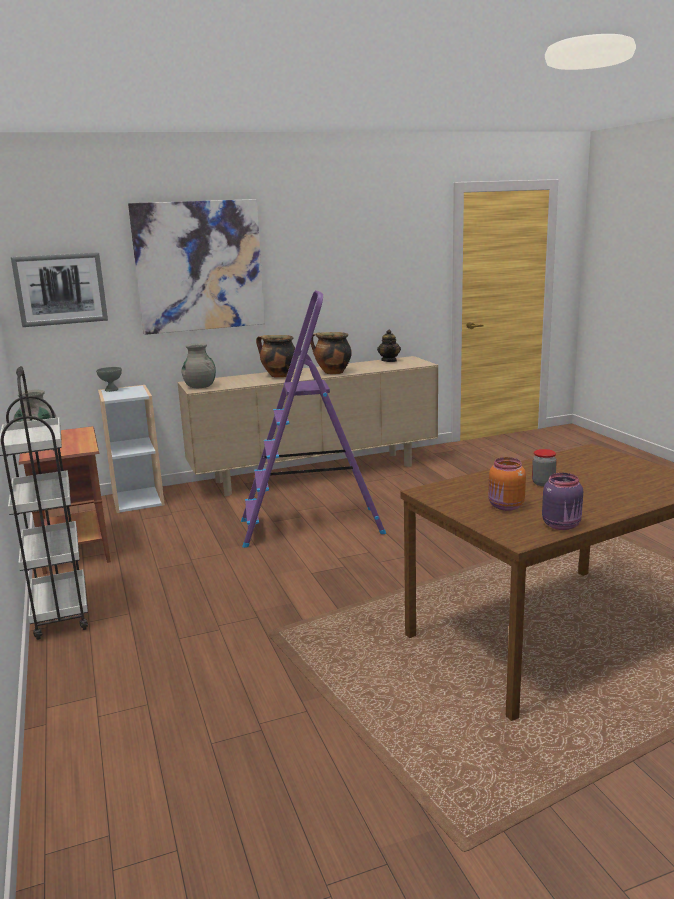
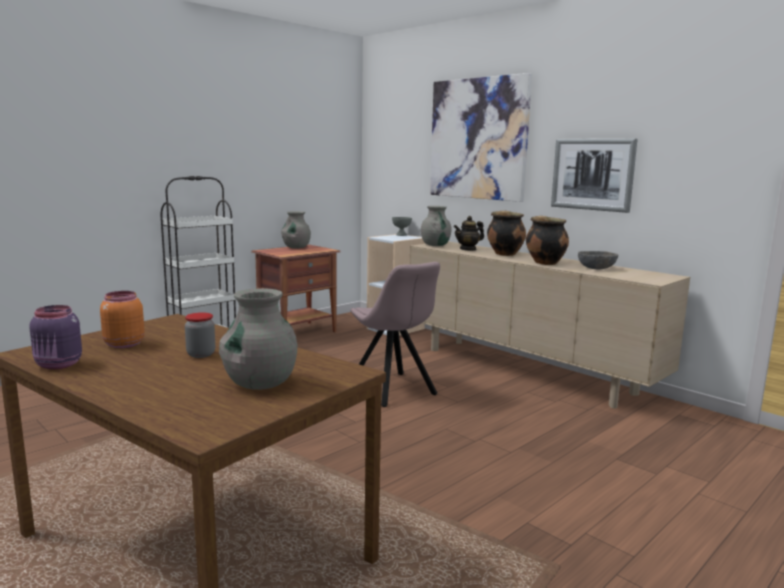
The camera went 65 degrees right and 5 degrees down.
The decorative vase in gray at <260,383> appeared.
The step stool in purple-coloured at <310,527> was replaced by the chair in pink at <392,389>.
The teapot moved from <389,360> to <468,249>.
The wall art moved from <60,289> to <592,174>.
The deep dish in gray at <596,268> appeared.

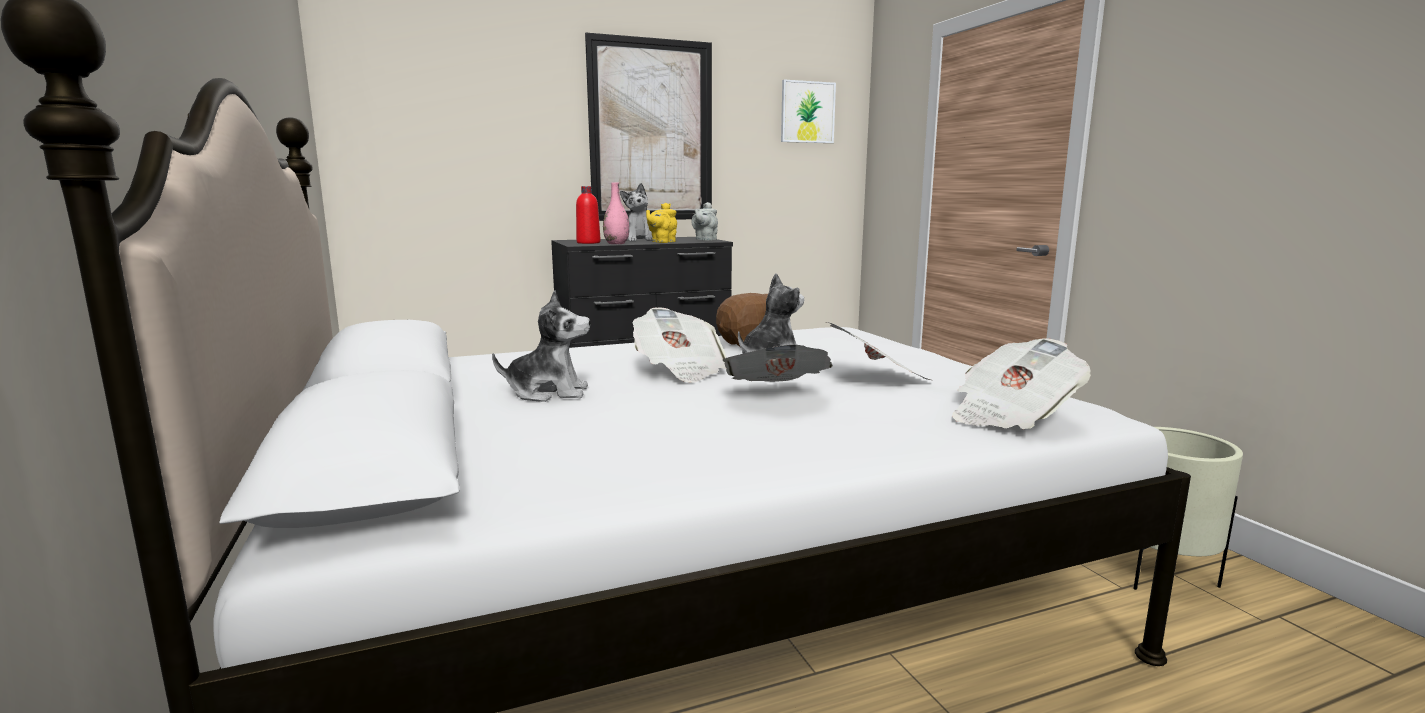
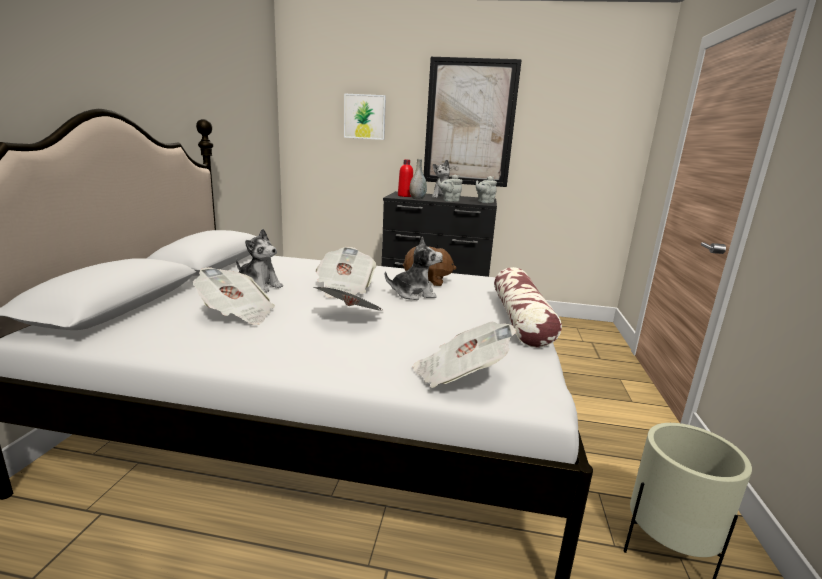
The camera went 30 degrees right and 5 degrees up.
The daily paper moved from <877,378> to <237,314>.
The wall art moved from <807,112> to <364,117>.
The decorative vase in pink at <616,243> became the decorative vase in gray at <417,198>.
The teapot in yellow-coloured at <662,242> became the teapot in gray at <449,200>.
The cushion at <521,320> appeared.

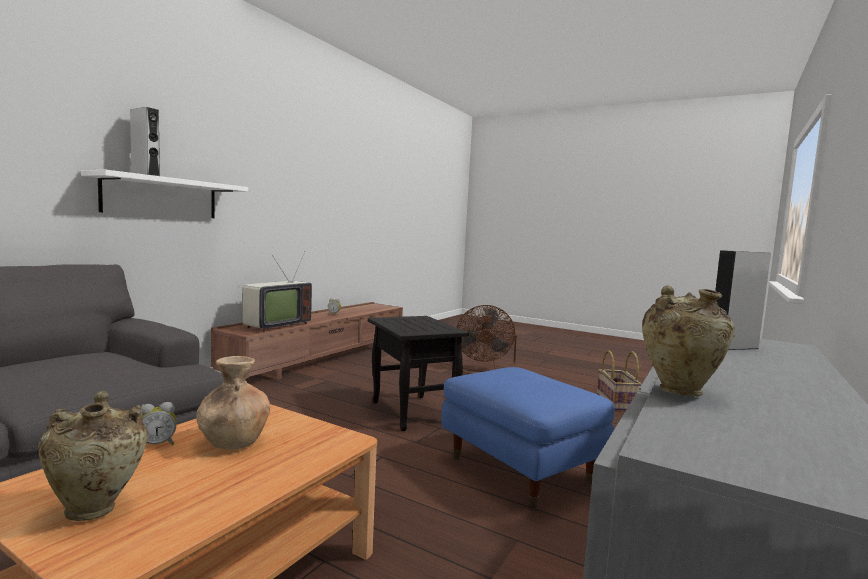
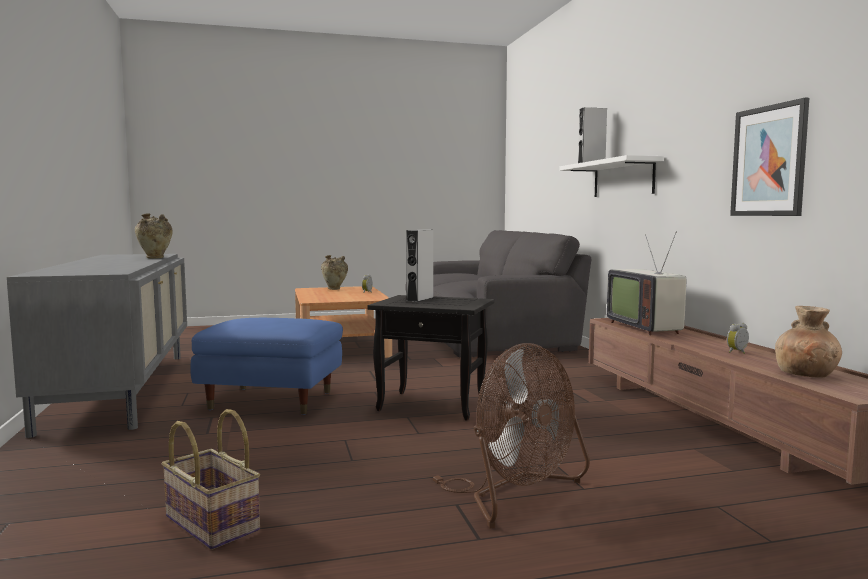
The camera went 135 degrees right and 0 degrees up.
The loudspeaker in gray moved from <733,347> to <420,299>.
The wall art at <769,161> appeared.
The decorative vase in brown-coloured moved from <234,441> to <806,374>.

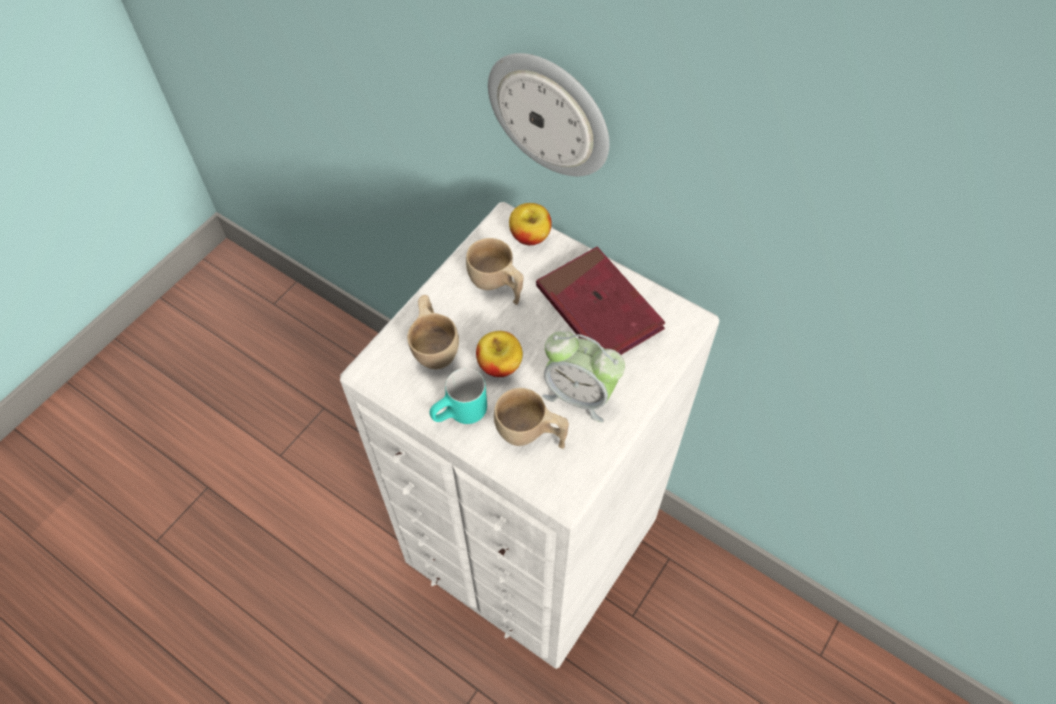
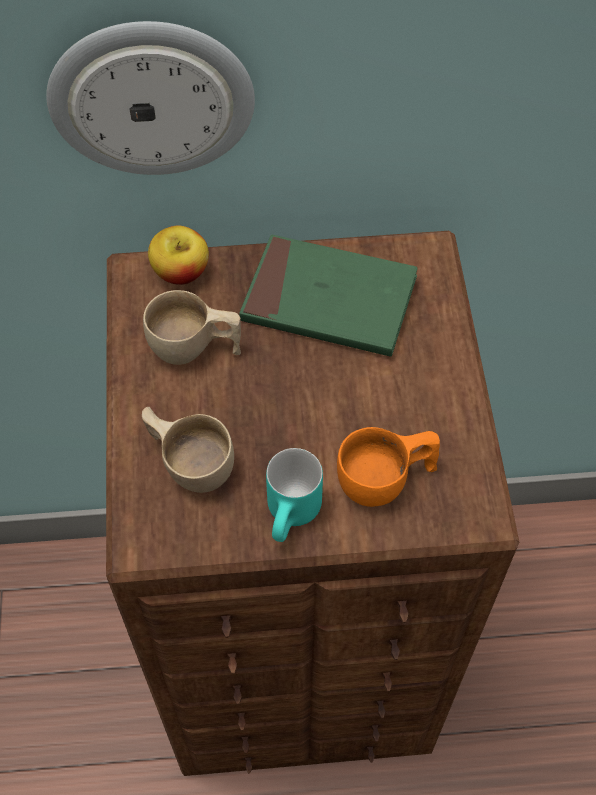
The camera went 40 degrees left and 0 degrees up.
The chest of drawers in white at <532,542> became the chest of drawers in brown-coloured at <298,646>.
The volume in red-coloured at <599,309> became the volume in green at <329,301>.
The drinking cup in beige at <530,434> became the drinking cup in orange-coloured at <386,481>.
The apple fruit at <499,365> disappeared.
The bedside clock at <579,395> disappeared.

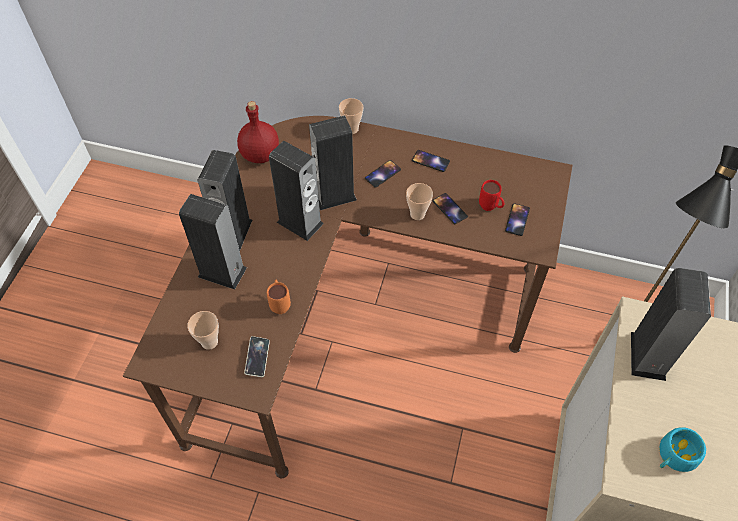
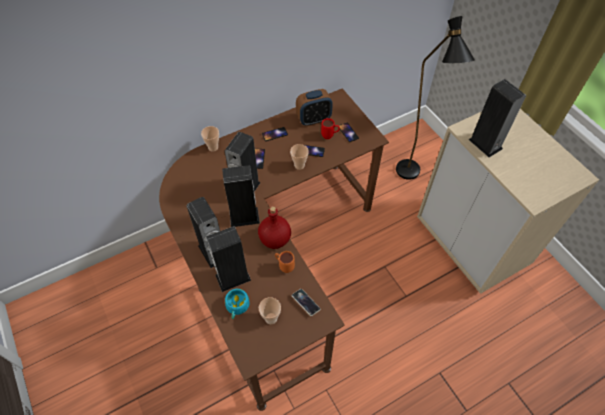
The camera went 45 degrees left and 0 degrees up.
The drinking cup in blue-green moved from <674,456> to <237,307>.
The bottle in red-coloured moved from <261,155> to <275,239>.
The bedside clock at <313,119> appeared.

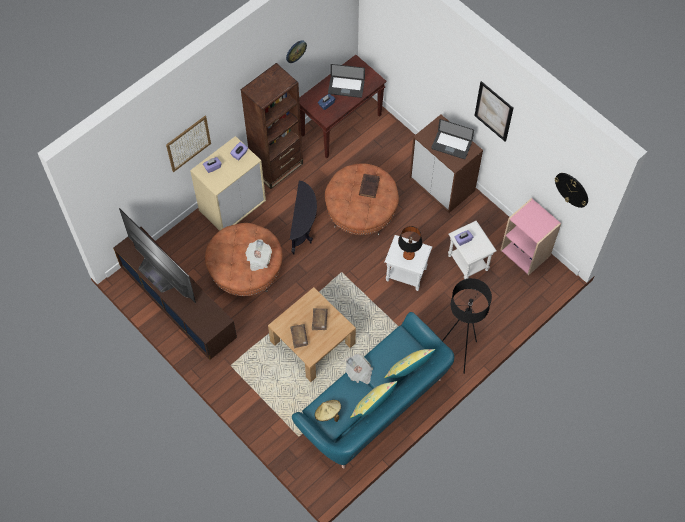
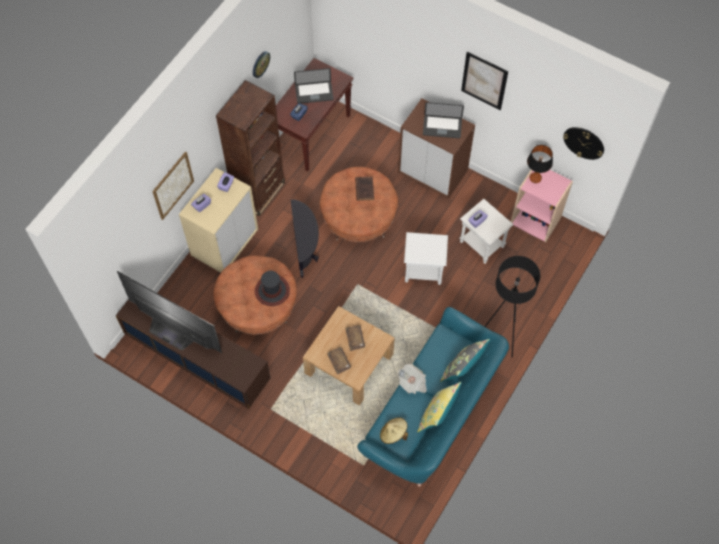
The camera went 15 degrees left and 0 degrees up.
The daily paper at <258,259> was replaced by the hat at <272,291>.
The cushion in yellow-coloured at <408,371> became the cushion in gray at <462,369>.
The table lamp moved from <408,255> to <535,178>.

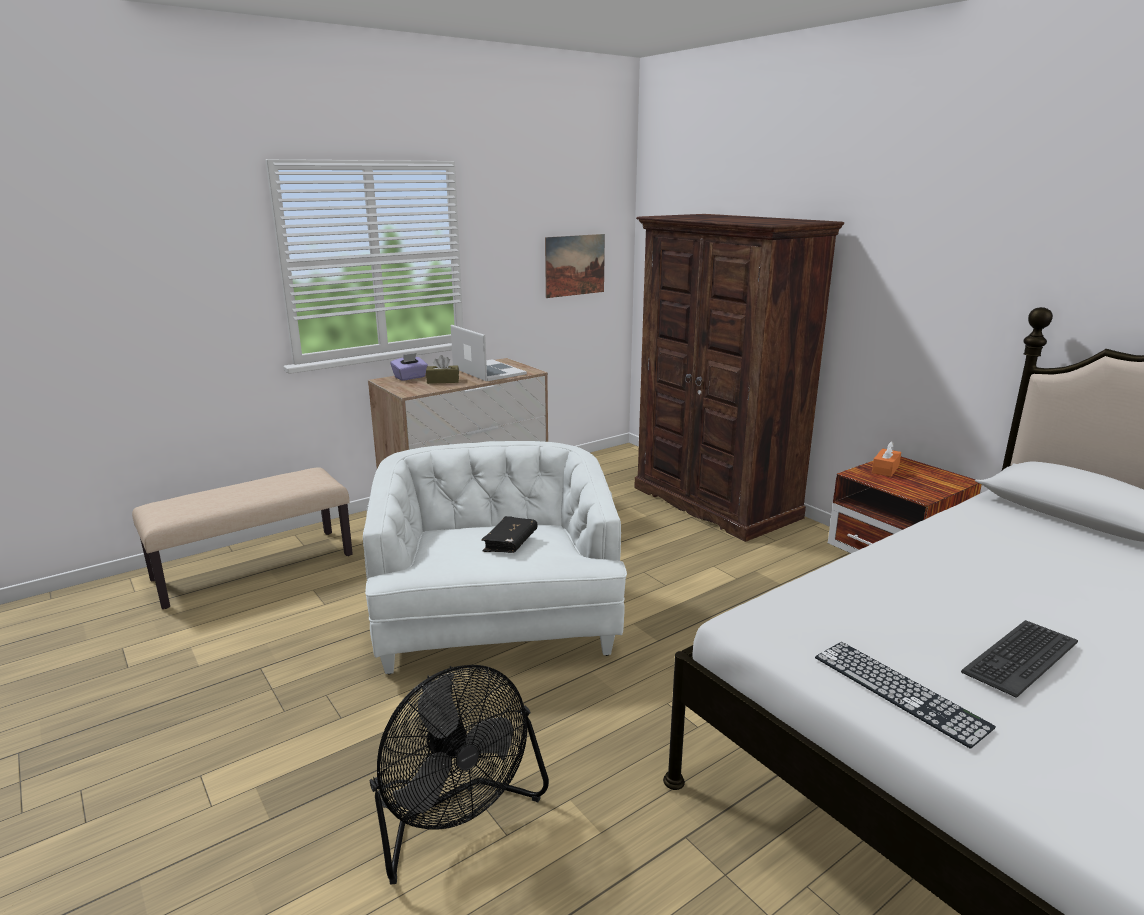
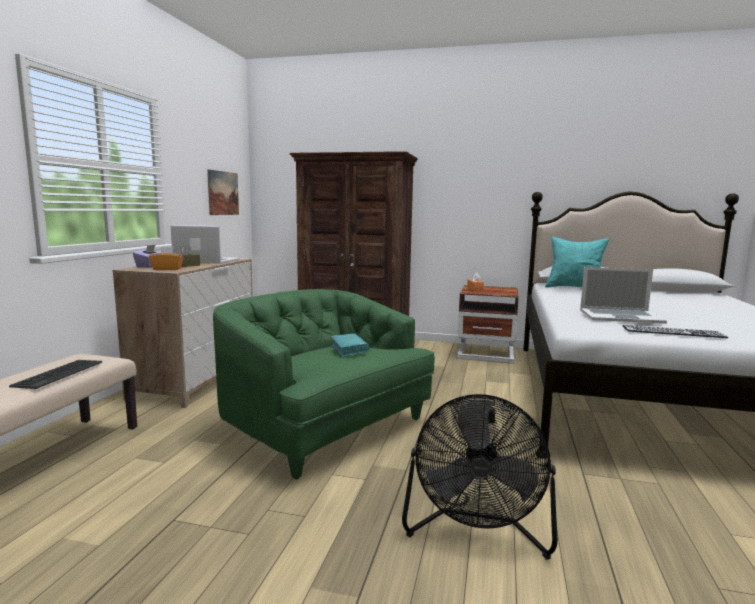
The camera went 40 degrees left and 10 degrees down.
The computer keyboard moved from <1019,657> to <58,374>.
The tissue box in orange-coloured at <167,269> appeared.
The easy chair in white at <497,623> became the easy chair in green at <325,427>.
The volume in black-coloured at <510,542> became the volume in blue-green at <349,350>.
The electric fan in black-coloured at <447,819> turned 90 degrees clockwise.
The cushion in blue-green at <574,288> appeared.
The notebook computer at <620,316> appeared.

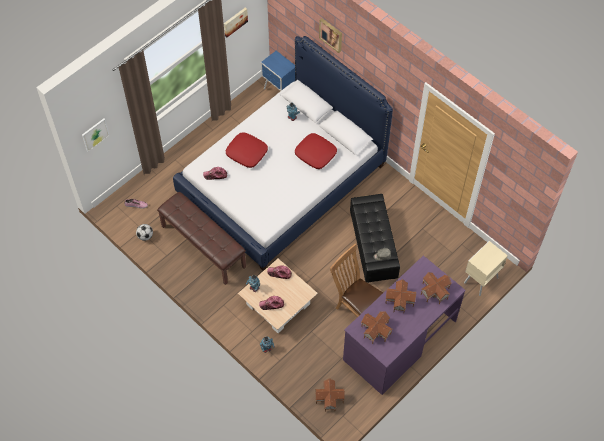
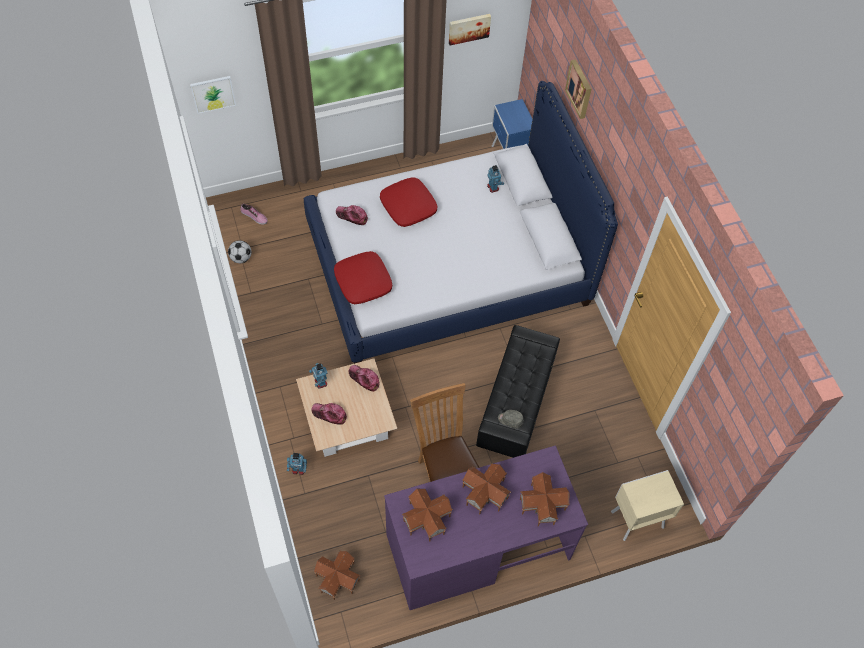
The camera went 25 degrees right and 0 degrees up.
The cushion in red-coloured moved from <315,154> to <363,282>.
The long seat in brown-coloured at <204,246> disappeared.

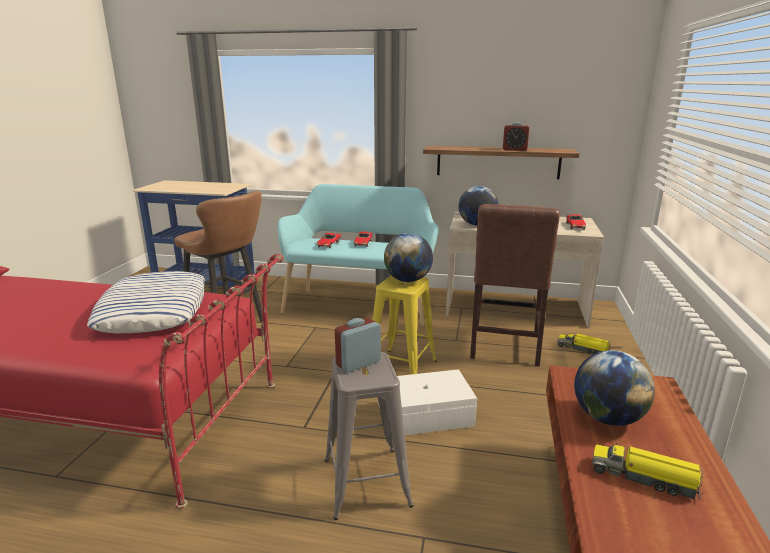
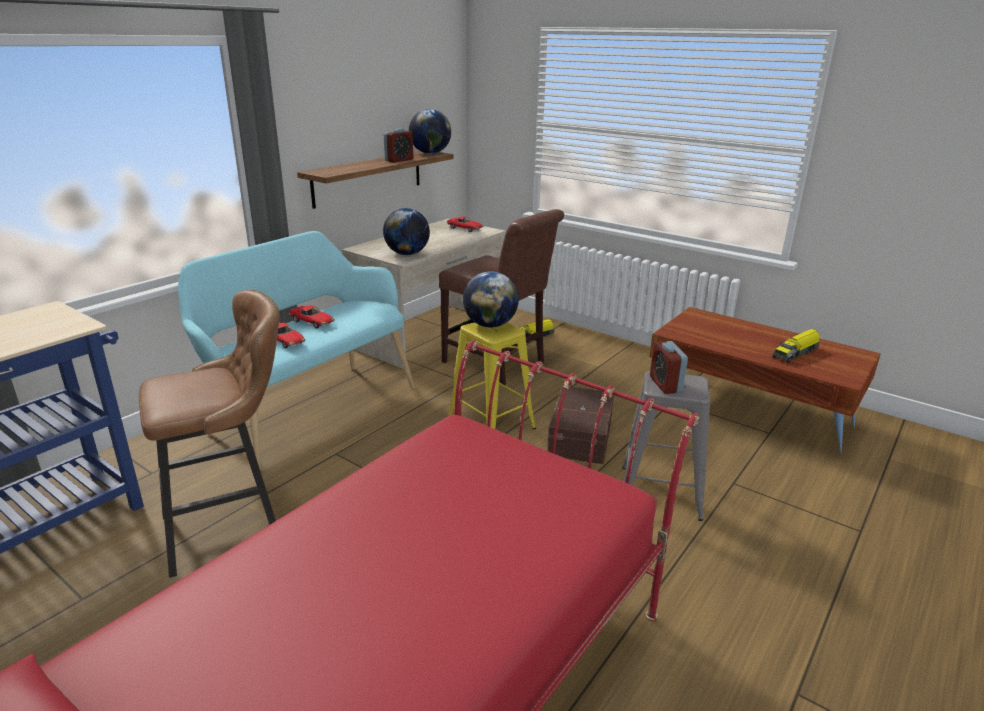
The camera went 65 degrees left and 5 degrees up.
The globe moved from <607,418> to <430,153>.
The storage box in white at <426,416> became the storage box in brown-coloured at <582,436>.
The cushion at <153,310> disappeared.

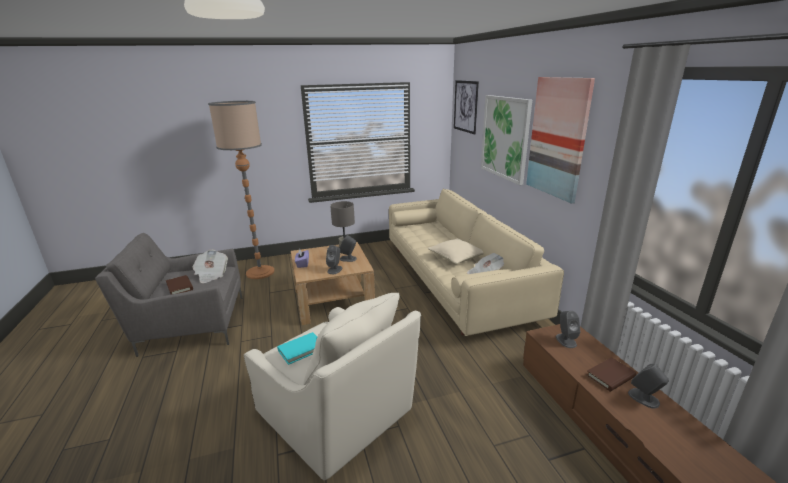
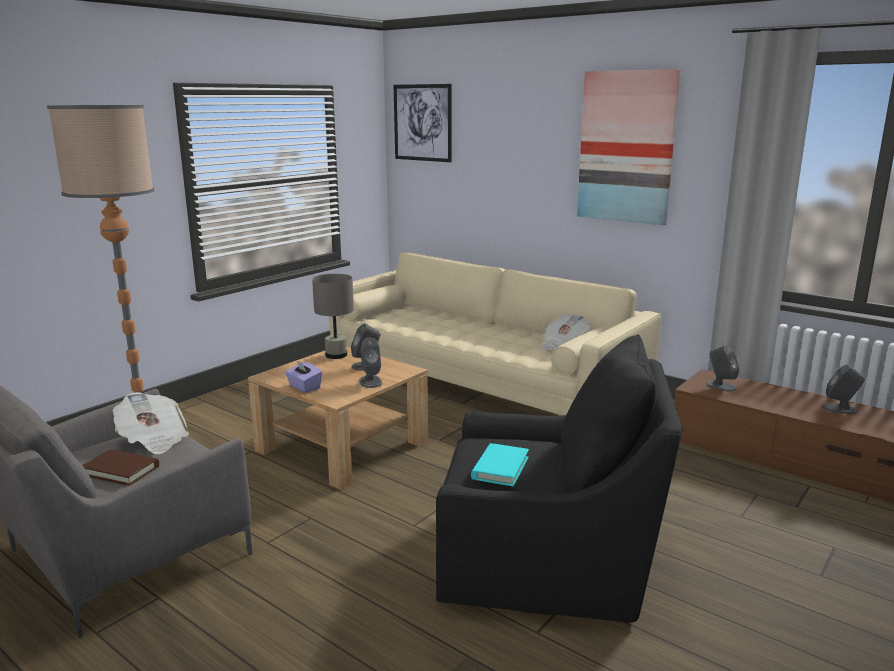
The camera went 35 degrees left and 5 degrees down.
The easy chair in beige at <337,415> became the easy chair in black-coloured at <548,561>.
The cushion in beige at <456,257> disappeared.
The wall art at <505,137> disappeared.
The volume in brown-coloured at <610,376> disappeared.

